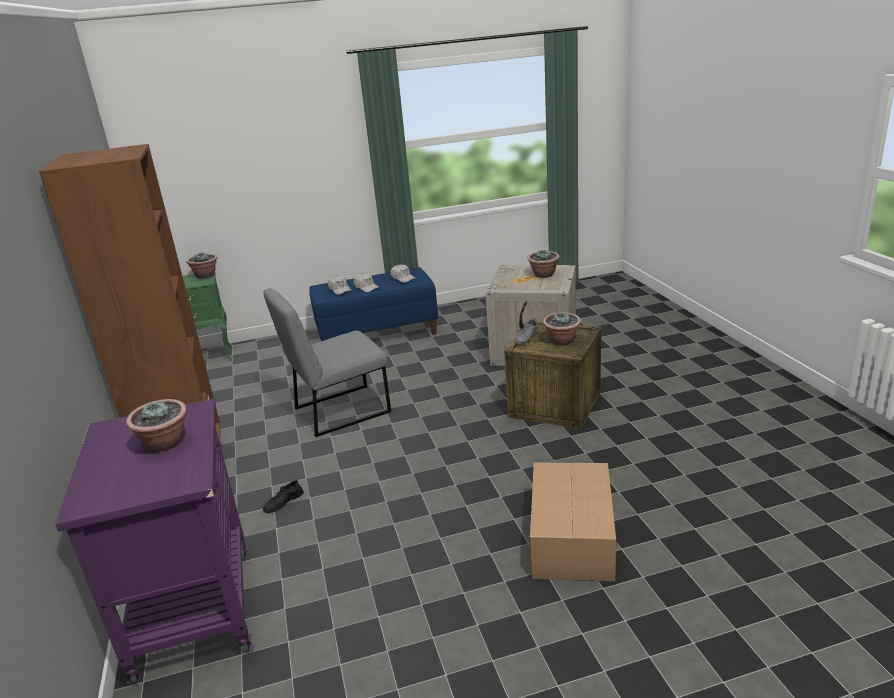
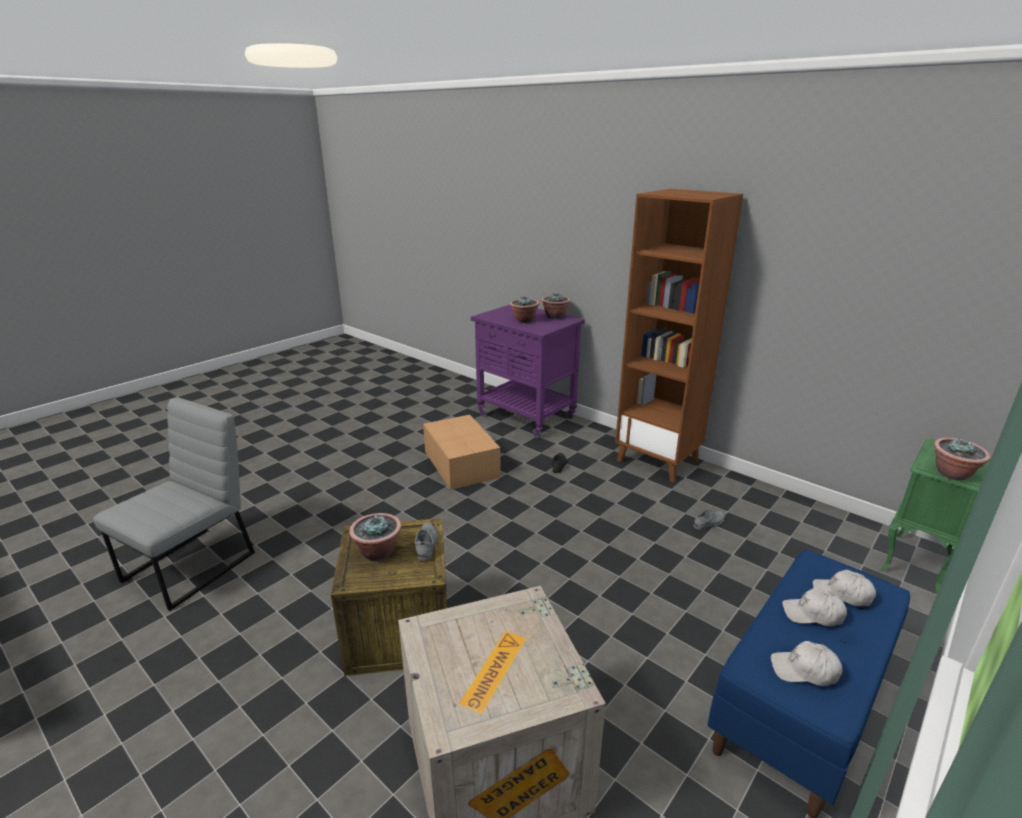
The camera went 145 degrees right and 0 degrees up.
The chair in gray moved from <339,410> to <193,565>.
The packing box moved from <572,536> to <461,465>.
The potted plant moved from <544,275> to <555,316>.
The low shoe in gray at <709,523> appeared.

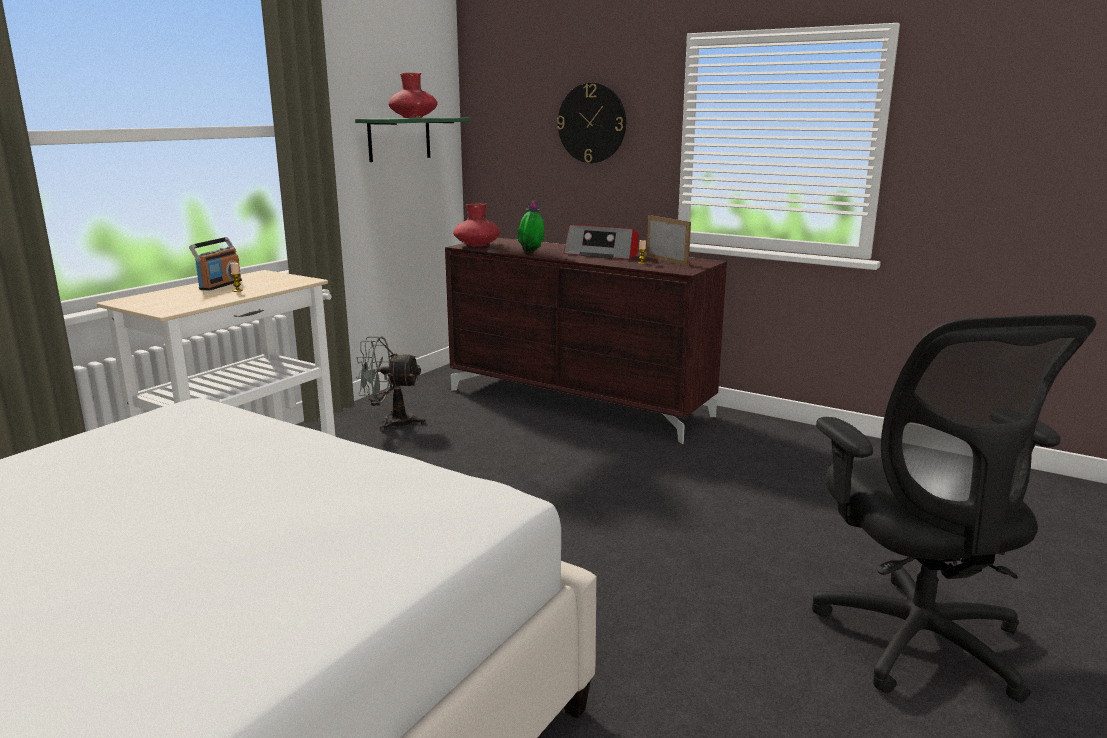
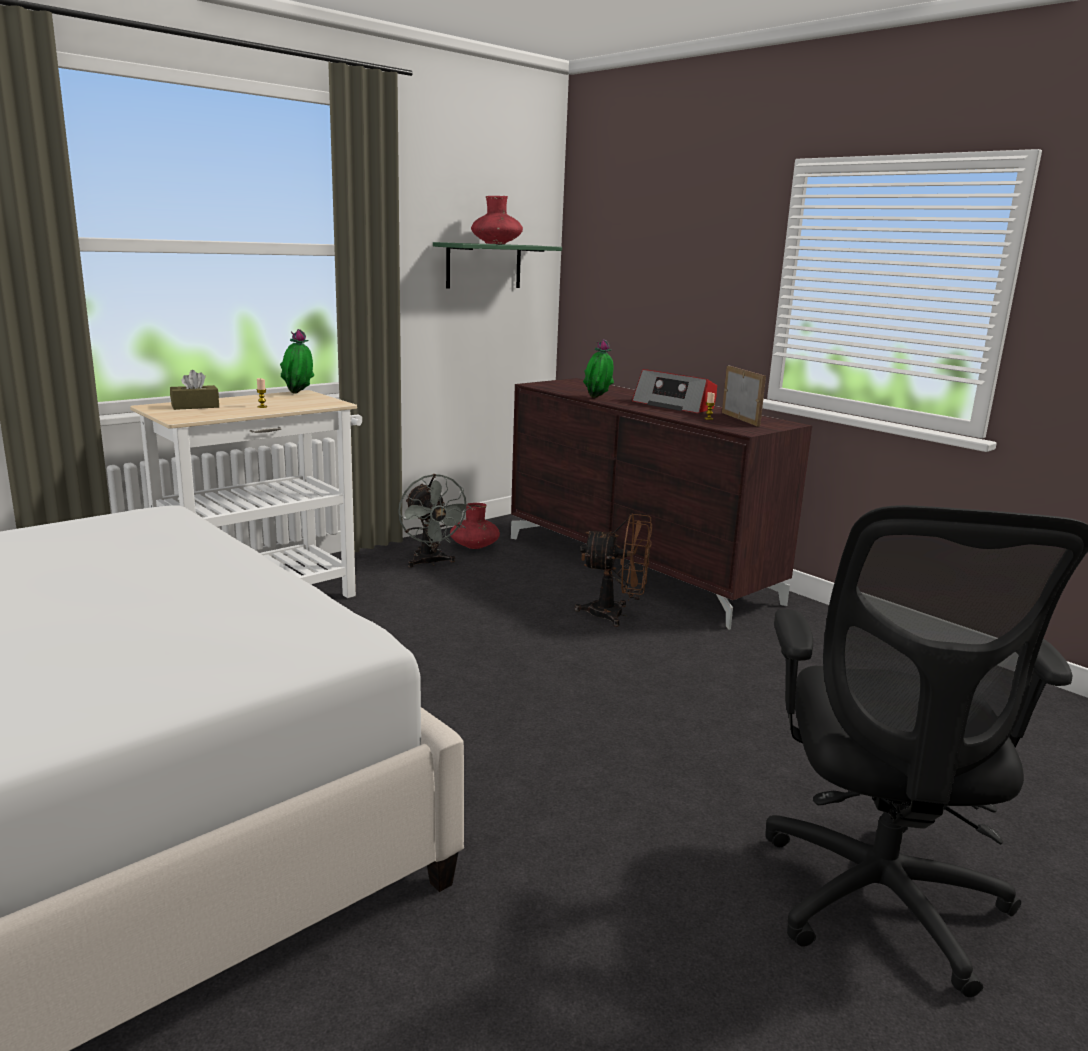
The camera went 15 degrees right and 0 degrees up.
The tissue box in brown-coloured at <195,406> appeared.
The potted plant at <298,393> appeared.
The electric fan in gray at <391,422> turned 135 degrees counterclockwise.
The decorative vase in red-coloured moved from <477,245> to <474,546>.
The electric fan in brown-coloured at <615,615> appeared.
The radio at <220,285> disappeared.
The hanging clock at <592,123> disappeared.

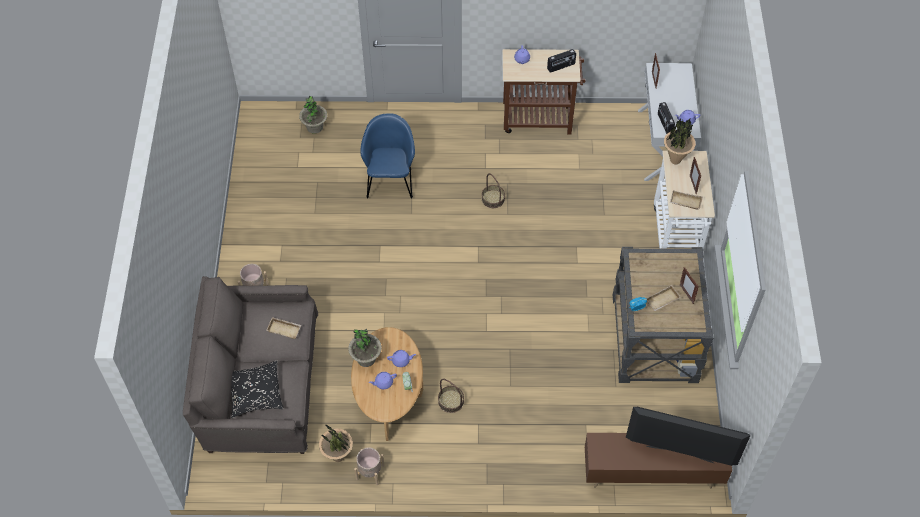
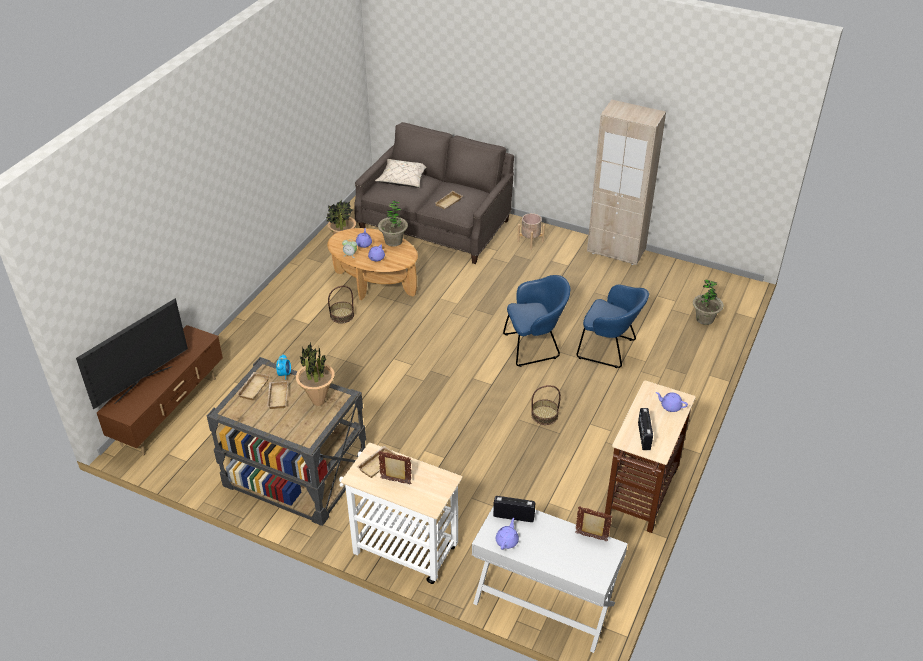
The camera went 115 degrees right and 15 degrees down.
The tray in beige at <253,387> appeared.
The potted plant moved from <675,160> to <318,401>.
The cushion in black-coloured at <255,393> became the cushion in beige at <403,179>.
The easy chair in bluish at <534,346> appeared.
The storage cabinet in beige at <616,253> appeared.
The plant pot in beige at <370,472> disappeared.
The standing frame at <686,294> disappeared.

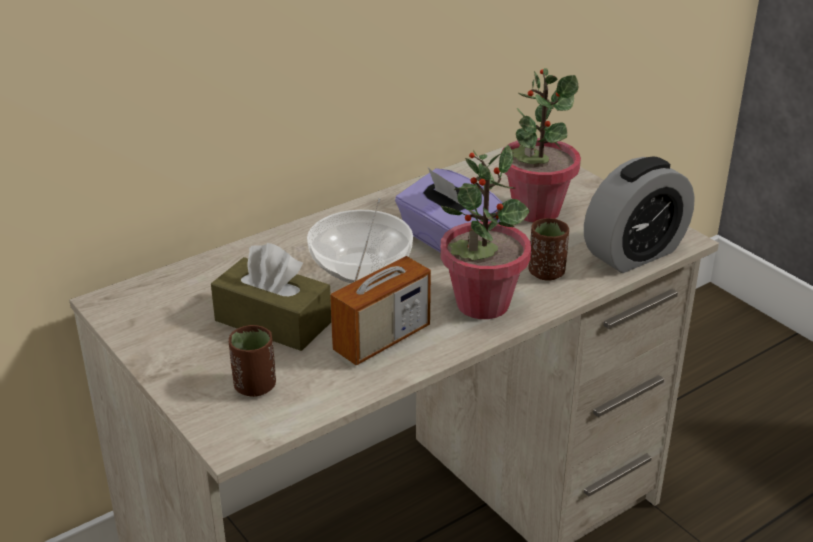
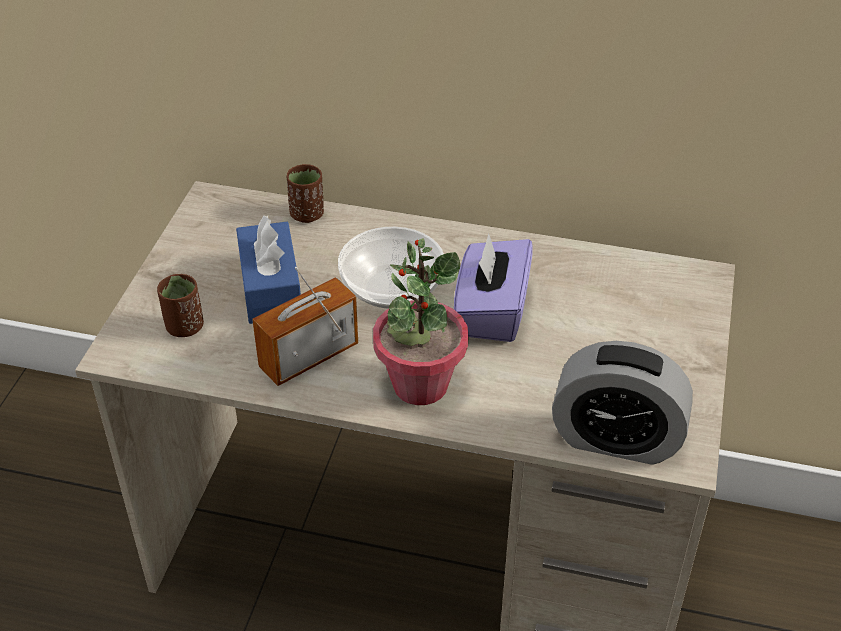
The camera went 50 degrees right and 10 degrees up.
The tissue box in brown-coloured at <273,321> became the tissue box in bluish at <270,287>.
The radio at <382,339> turned 135 degrees clockwise.
The drinking cup in brown-coloured moved from <546,273> to <307,214>.
The potted plant at <536,210> disappeared.

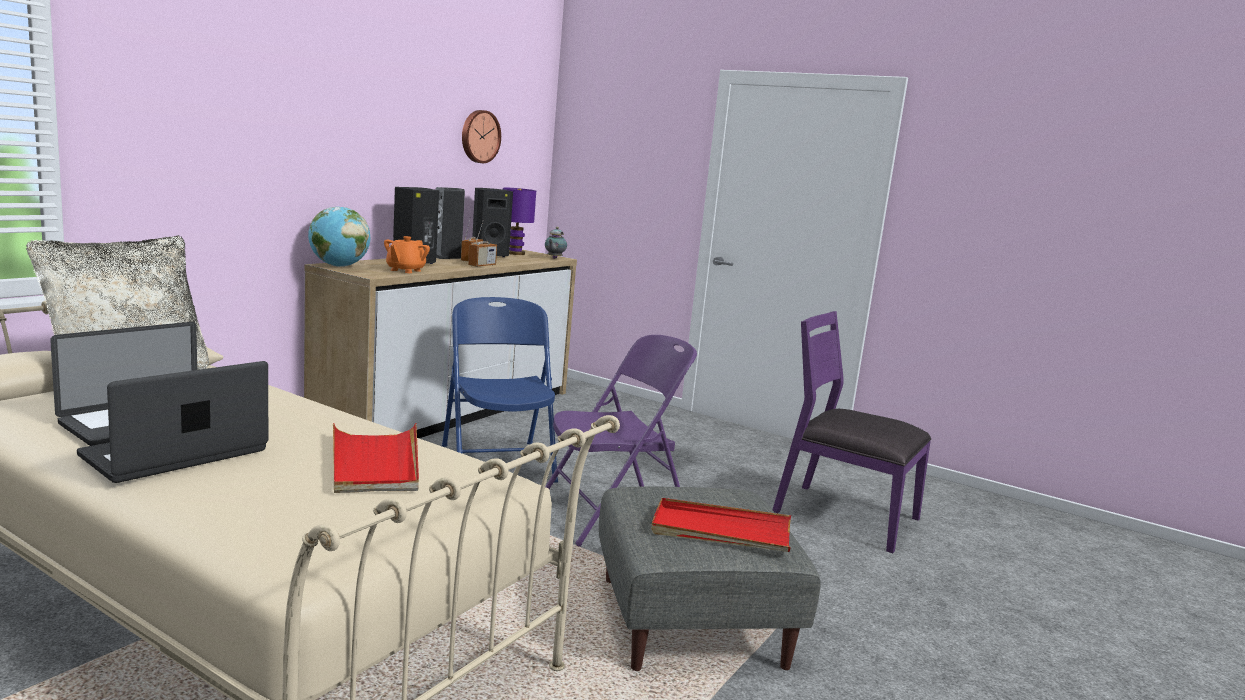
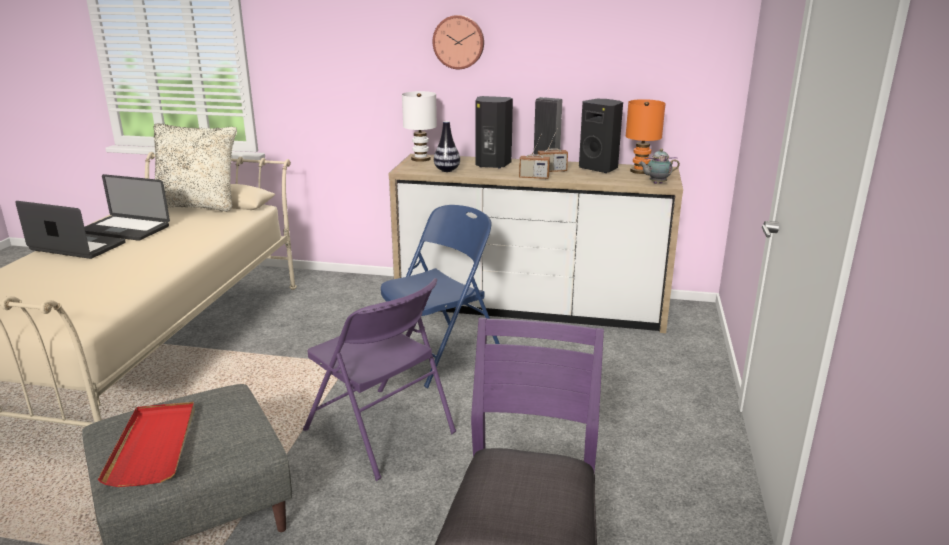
The camera went 70 degrees right and 10 degrees up.
The globe at <338,266> was replaced by the table lamp in white at <420,159>.
The hanging clock moved from <479,136> to <459,42>.
The teapot in orange-coloured at <405,270> was replaced by the decorative vase at <447,170>.
The table lamp in purple-coloured at <515,253> became the table lamp in orange-coloured at <640,171>.
The tray in red-coloured at <375,463> disappeared.

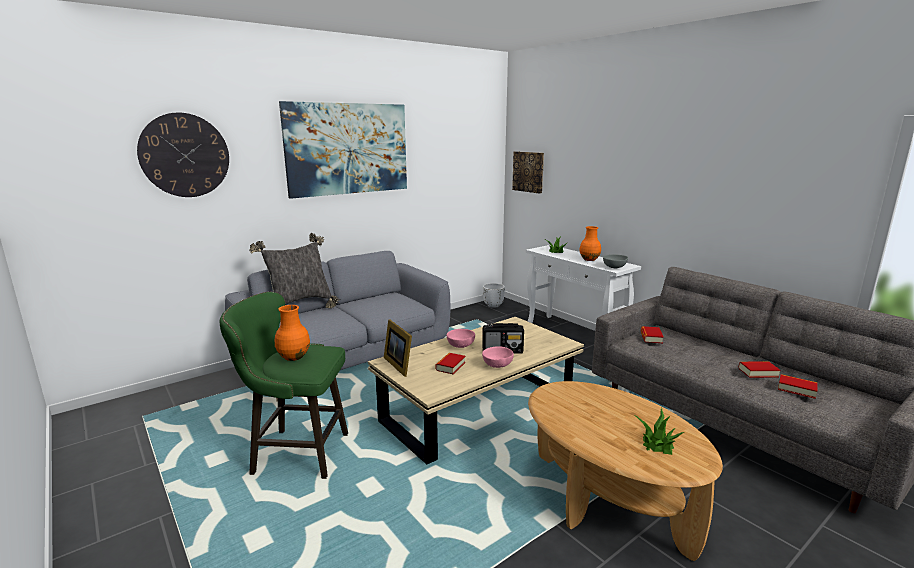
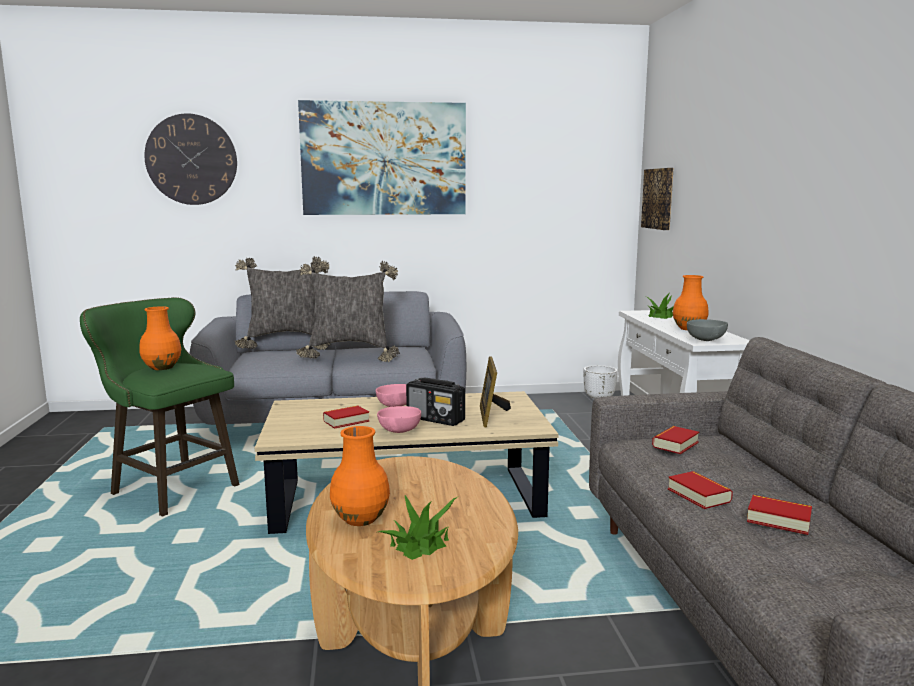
The camera went 30 degrees right and 5 degrees down.
The cushion at <350,358> appeared.
The decorative vase in orange-coloured at <360,519> appeared.
The standing frame moved from <399,364> to <491,415>.
The volume moved from <796,389> to <699,495>.

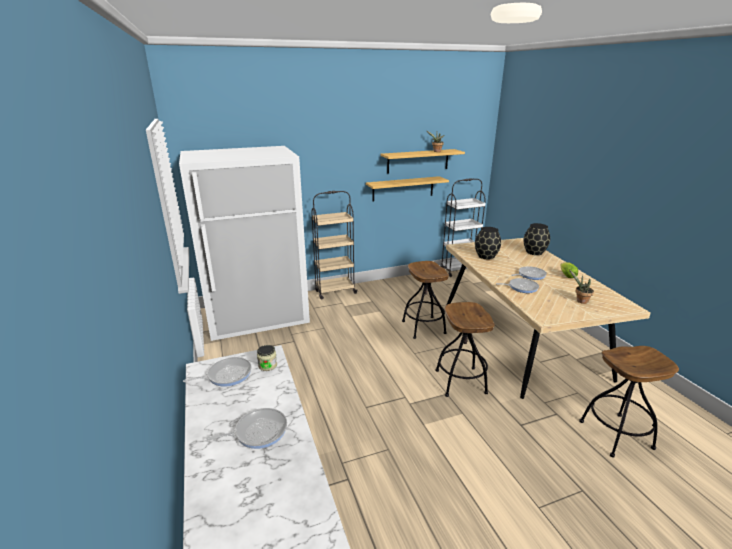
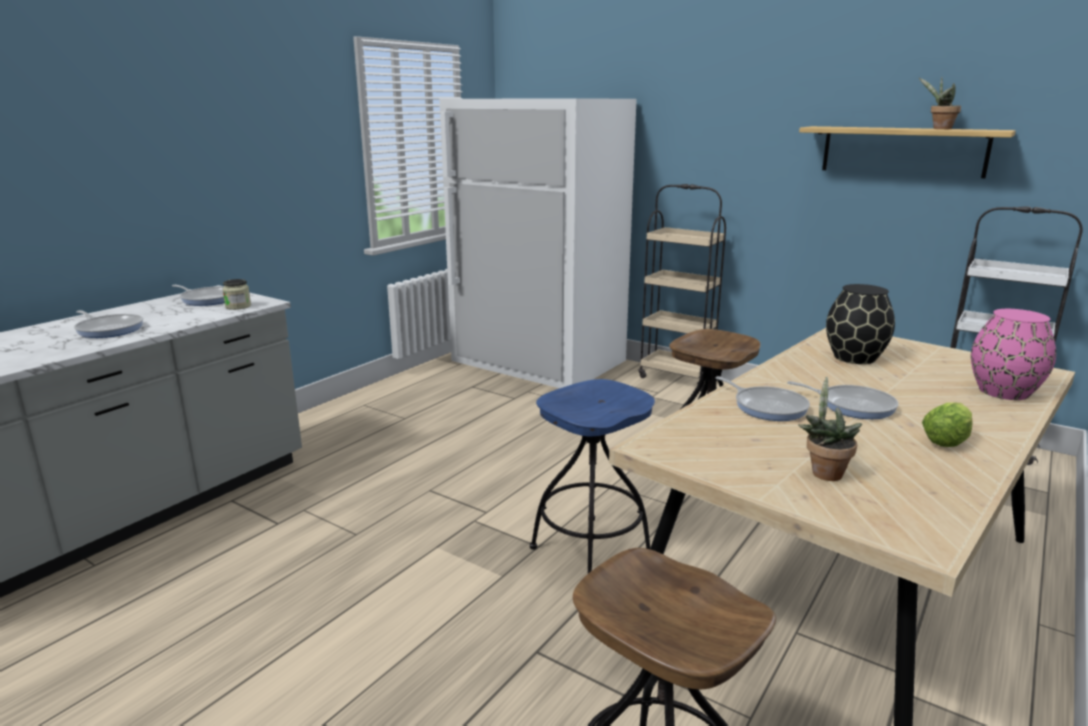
The camera went 55 degrees right and 5 degrees down.
The stool in brown-coloured at <460,381> became the stool in bluish at <591,550>.
The decorative vase in black-coloured at <534,252> became the decorative vase in pink at <1002,391>.
The bracket shelf at <403,188> disappeared.

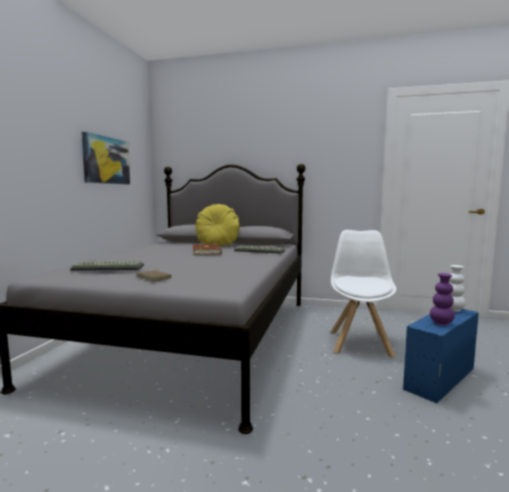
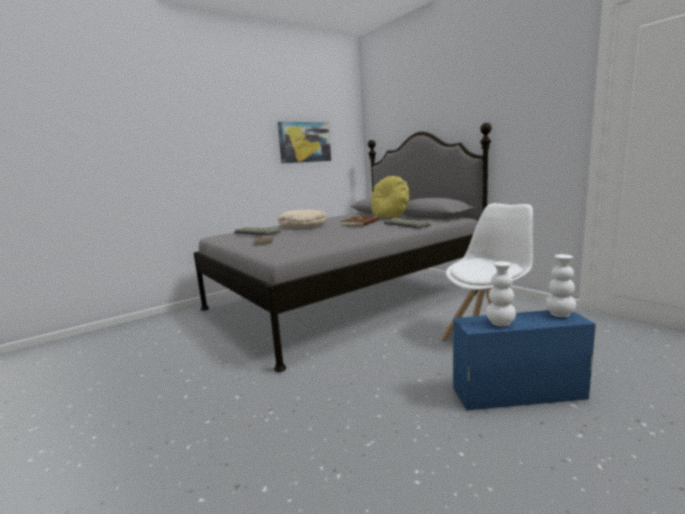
The camera went 40 degrees right and 5 degrees up.
The cushion in beige at <304,226> appeared.
The decorative vase in purple-coloured at <441,323> became the decorative vase in white at <500,323>.

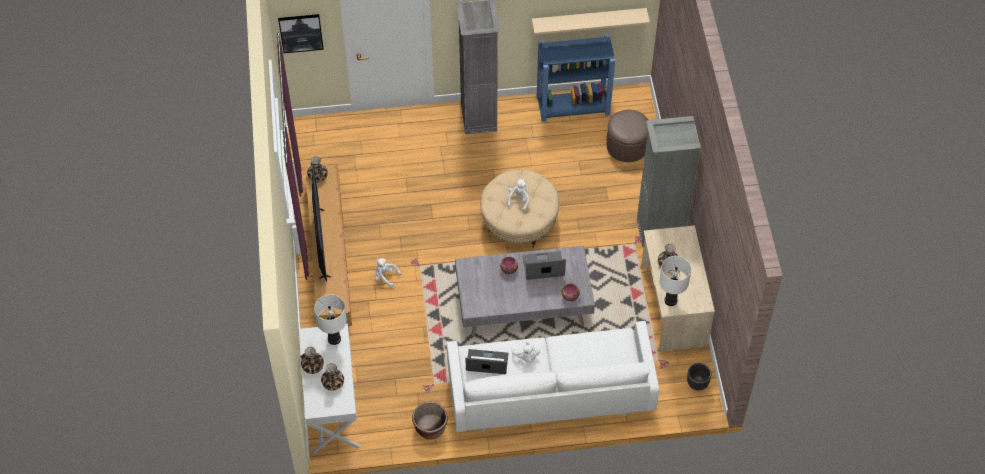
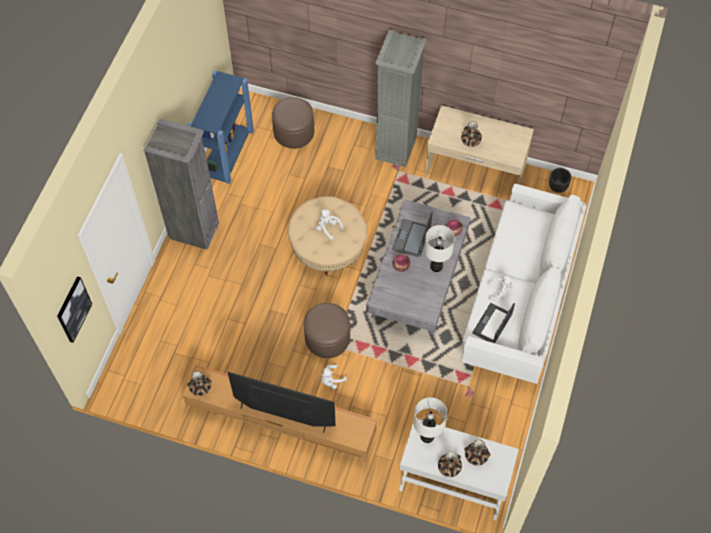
The camera went 65 degrees left and 5 degrees up.
The ottoman in brown-coloured at <327,338> appeared.
The table lamp in white moved from <671,300> to <436,266>.
The plant pot in brown-coloured at <430,428> disappeared.
The bracket shelf in beige at <588,20> disappeared.

